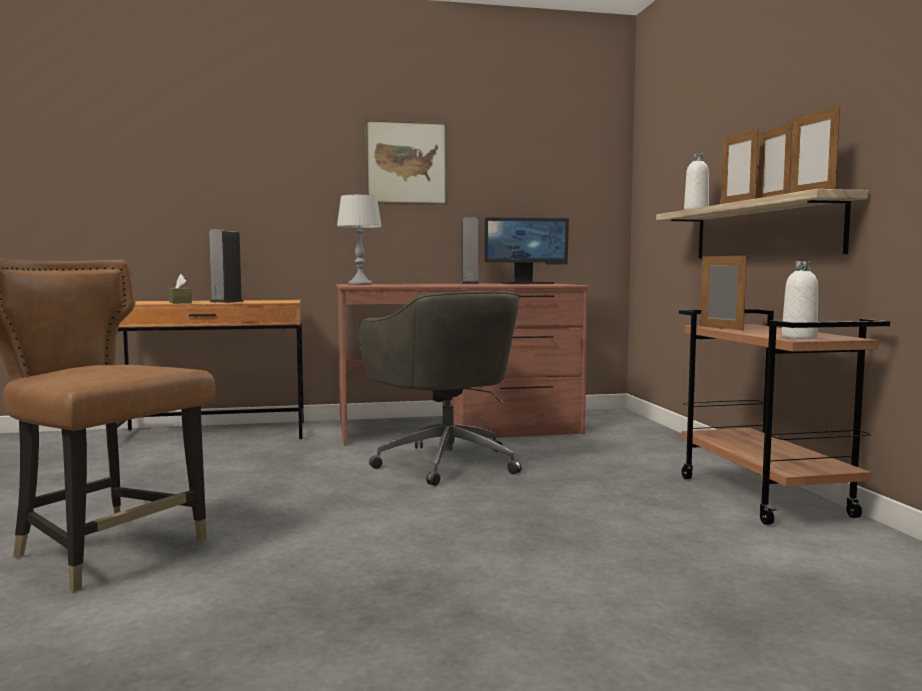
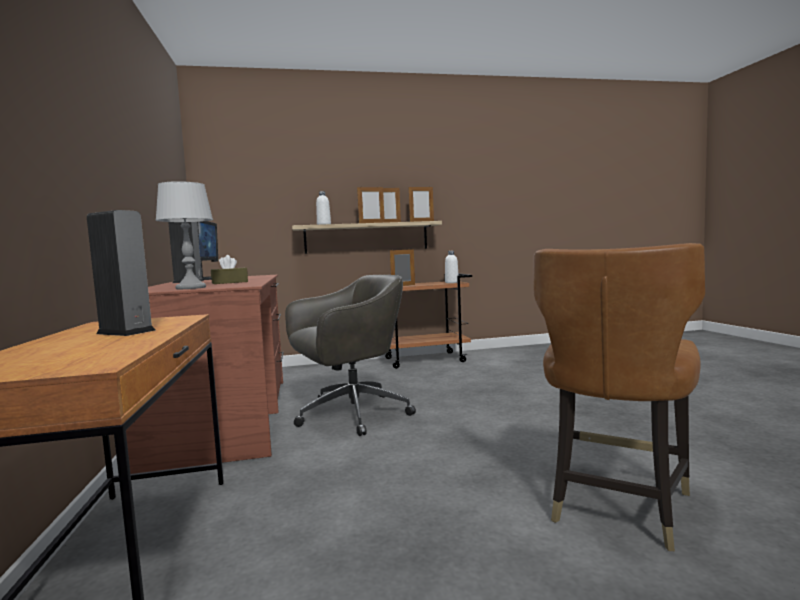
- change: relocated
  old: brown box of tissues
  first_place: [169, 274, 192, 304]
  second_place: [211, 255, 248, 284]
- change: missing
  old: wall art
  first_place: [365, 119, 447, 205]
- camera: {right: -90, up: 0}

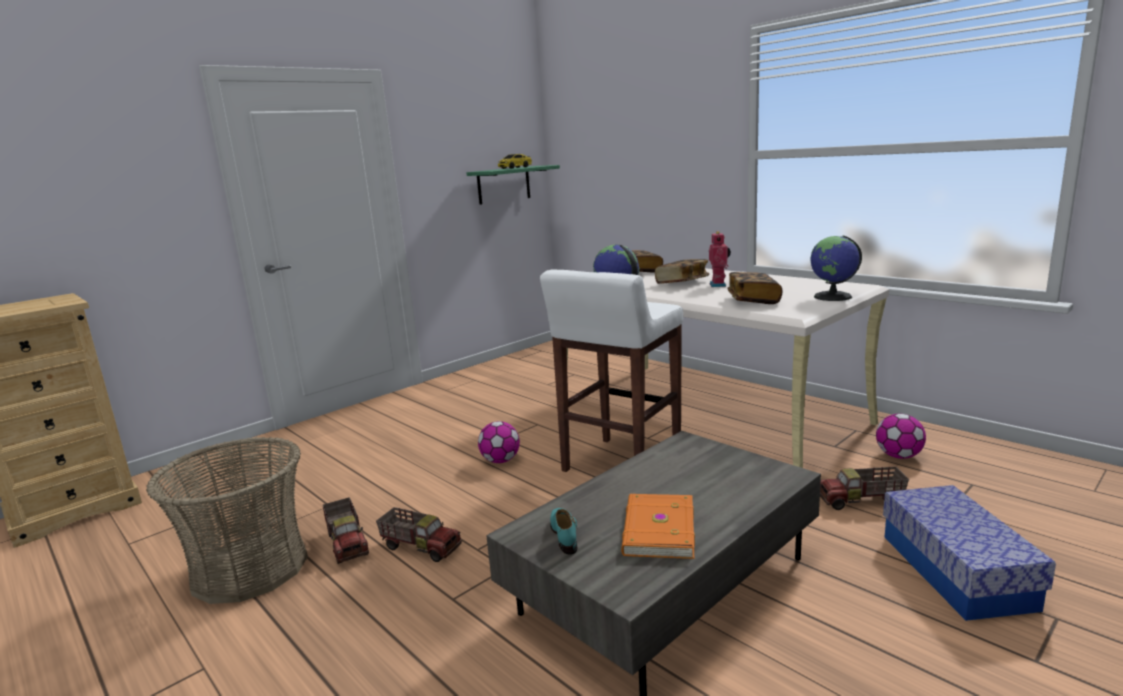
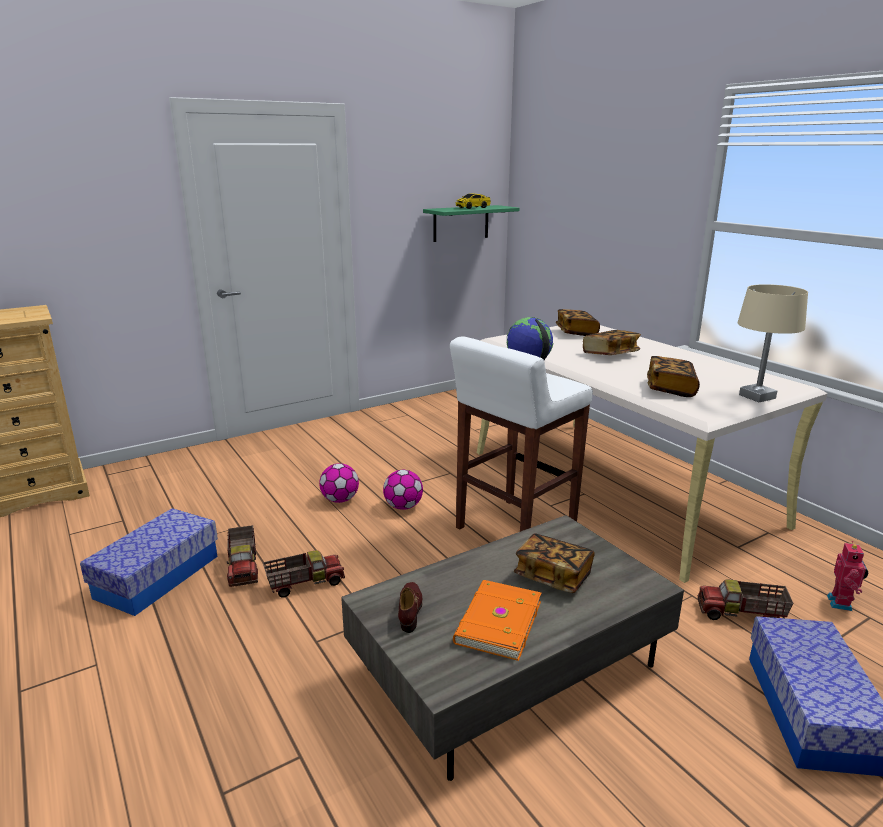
- change: exchanged
  old: storage basket
  new: storage box
  first_place: [146, 437, 308, 604]
  second_place: [80, 508, 218, 616]
- change: spun
  old: toy truck
  first_place: [376, 507, 462, 562]
  second_place: [263, 550, 345, 598]
  degrees: -60
- change: relocated
  old: ball for football
  first_place: [876, 414, 926, 459]
  second_place: [319, 463, 359, 503]
- change: colour
  old: turquoise shoe
  new: brown shoe
  first_place: [550, 508, 577, 555]
  second_place: [398, 582, 422, 633]
- change: appeared
  new: volume
  second_place: [514, 534, 595, 593]
- change: exchanged
  old: globe
  new: beige table lamp
  first_place: [811, 235, 862, 301]
  second_place: [738, 284, 808, 402]
- change: relocated
  old: model robot
  first_place: [709, 231, 731, 287]
  second_place: [827, 541, 868, 611]
- camera: {right: 10, up: 5}

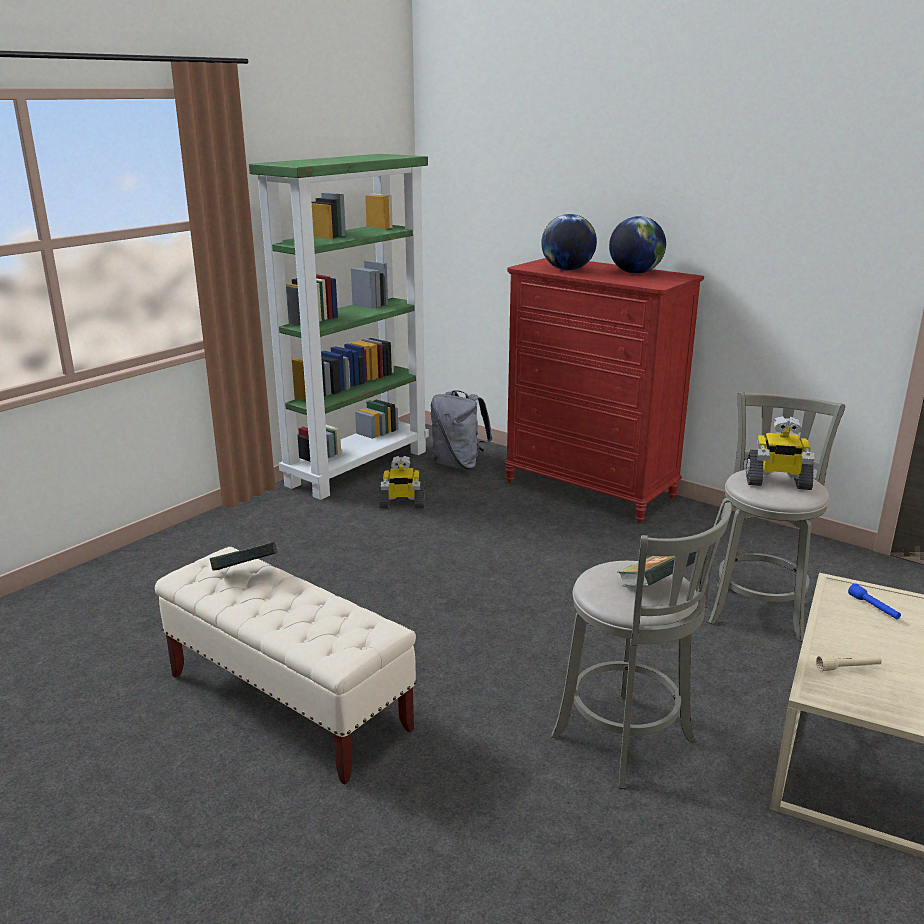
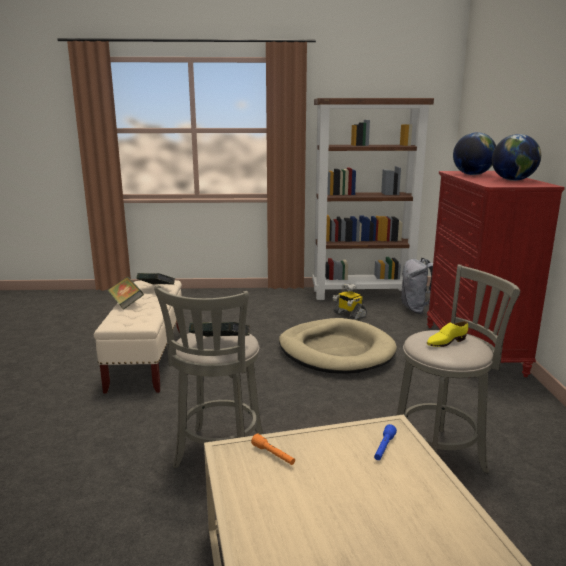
- change: appeared
  new: volume
  second_place: [108, 277, 144, 310]
- change: colour
  old: beige torch
  new: orangey torch
  first_place: [816, 656, 882, 671]
  second_place: [251, 434, 295, 465]
- change: appeared
  new: beige pet bed
  second_place: [279, 318, 397, 374]
- change: colour
  old: green shelving unit
  new: brown shelving unit
  first_place: [249, 154, 429, 500]
  second_place: [312, 98, 434, 300]
- change: exchanged
  old: model robot
  new: yellowish shoe
  first_place: [746, 416, 814, 490]
  second_place: [427, 321, 468, 347]
- camera: {right: 50, up: -5}

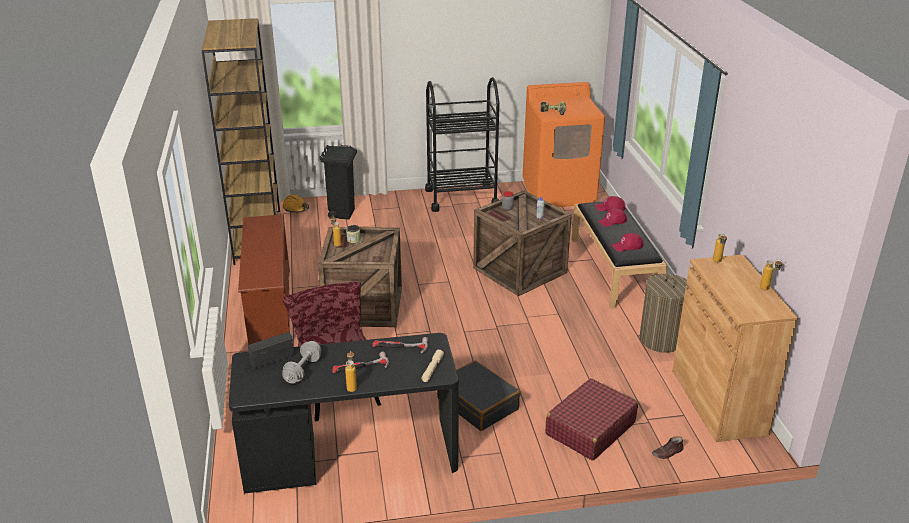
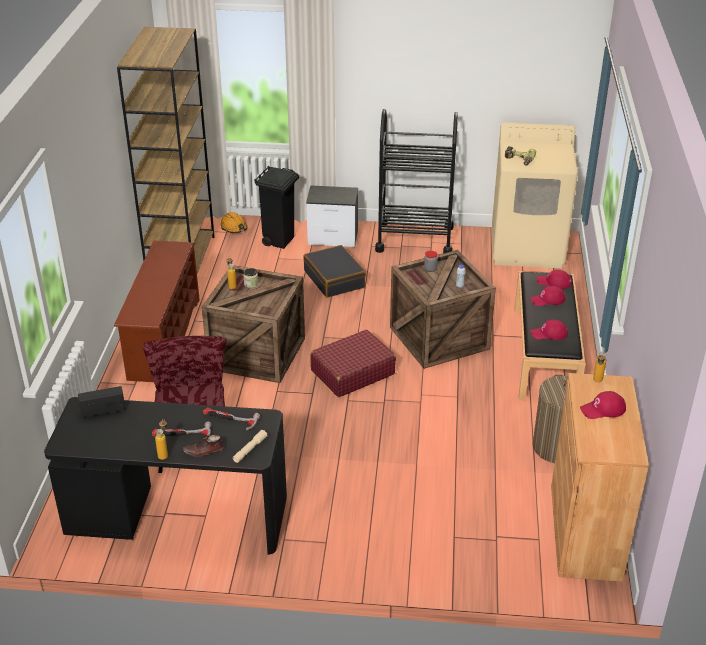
- change: relocated
  old: brown shoe
  first_place: [652, 436, 683, 459]
  second_place: [183, 435, 224, 457]
- change: relocated
  old: black-coloured suitcase
  first_place: [437, 360, 521, 431]
  second_place: [303, 245, 366, 298]
- change: appeared
  new: bedside table
  second_place: [306, 185, 358, 247]
- change: relocated
  old: red suitcase
  first_place: [545, 378, 638, 460]
  second_place: [310, 330, 396, 397]
- change: colour
  old: orangey laundry appliance
  new: beige laundry appliance
  first_place: [523, 82, 605, 207]
  second_place: [492, 123, 578, 268]
- change: appeared
  new: red baseball cap
  second_place: [580, 391, 626, 419]
- change: missing
  old: greyish free weight
  first_place: [282, 341, 321, 384]
- change: missing
  old: beverage bottle
  first_place: [760, 259, 783, 290]
- camera: {right: 15, up: 5}

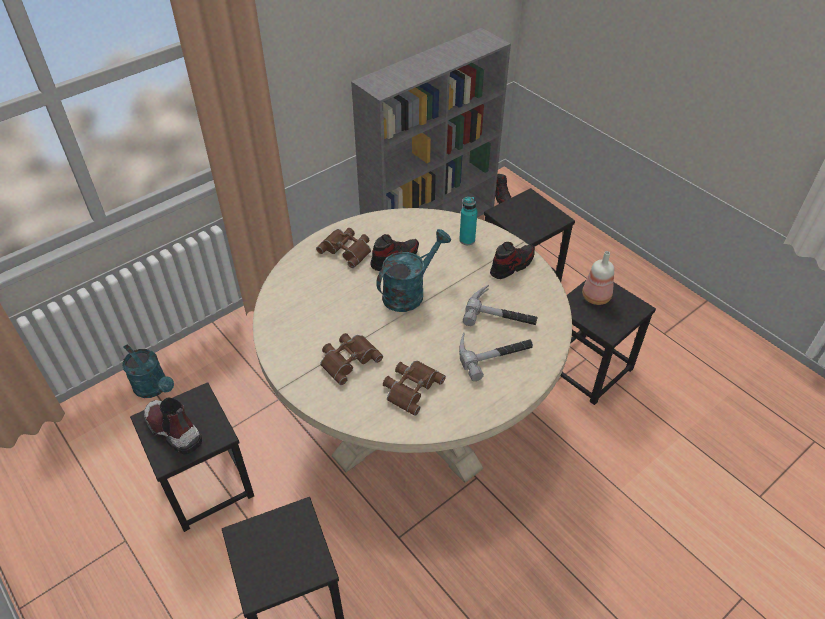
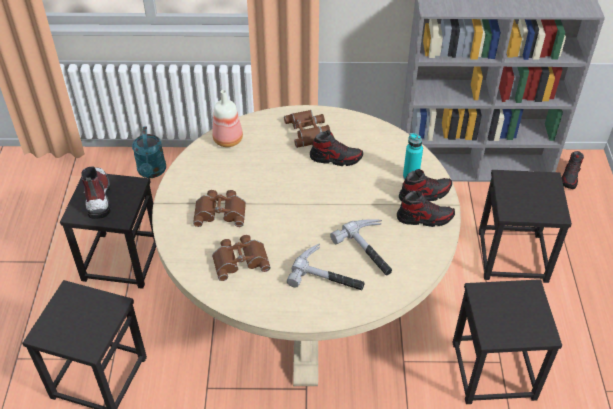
- change: relocated
  old: beverage bottle
  first_place: [582, 251, 614, 305]
  second_place: [212, 90, 243, 147]
- change: appeared
  new: shoe
  second_place: [399, 169, 452, 202]
- change: missing
  old: turquoise watering pot
  first_place: [376, 229, 451, 312]
- camera: {right: 40, up: 0}

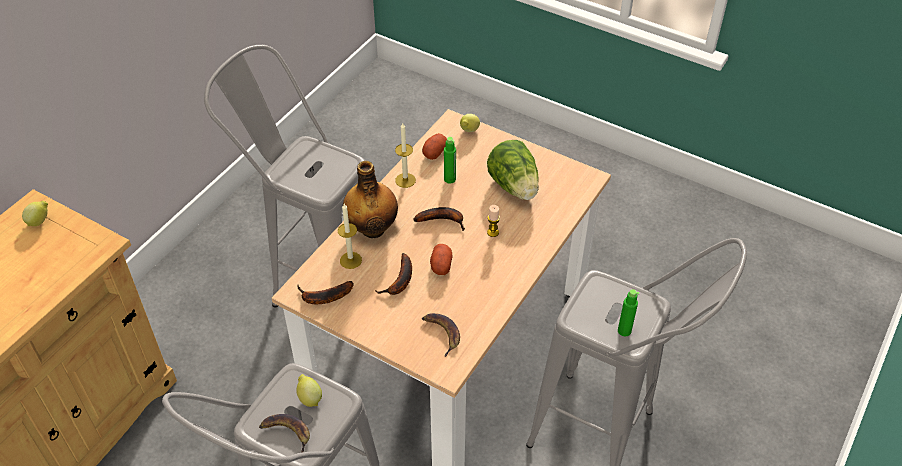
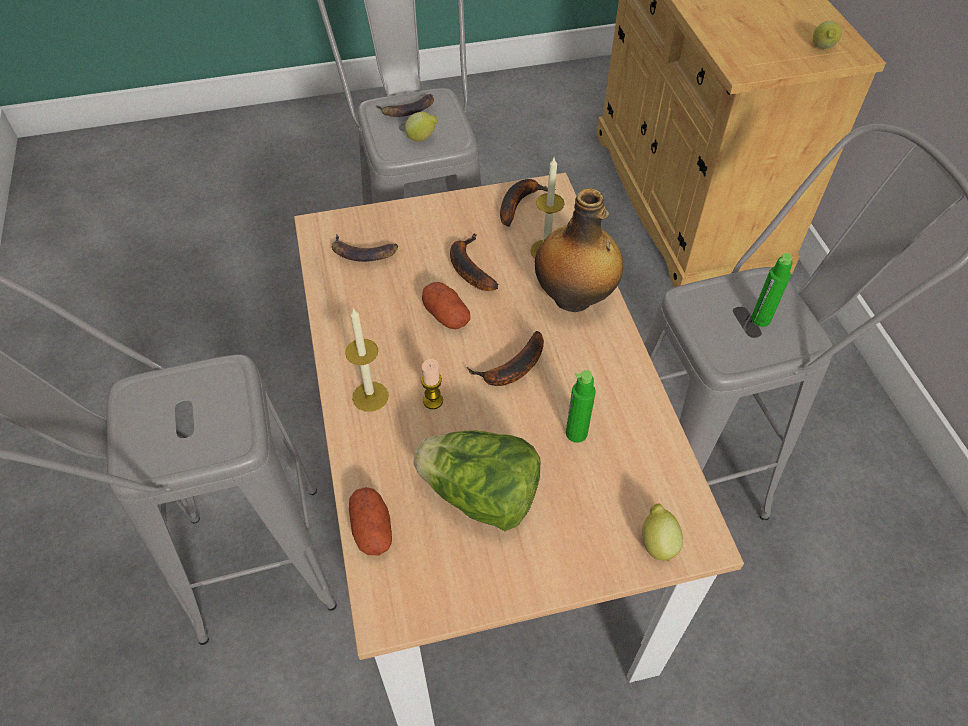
- change: relocated
  old: candle
  first_place: [395, 123, 416, 188]
  second_place: [345, 308, 389, 412]
- change: relocated
  old: potato
  first_place: [422, 133, 447, 160]
  second_place: [349, 487, 392, 555]
- change: relocated
  old: green beverage bottle
  first_place: [618, 289, 640, 336]
  second_place: [751, 253, 792, 327]
- camera: {right: 135, up: 5}

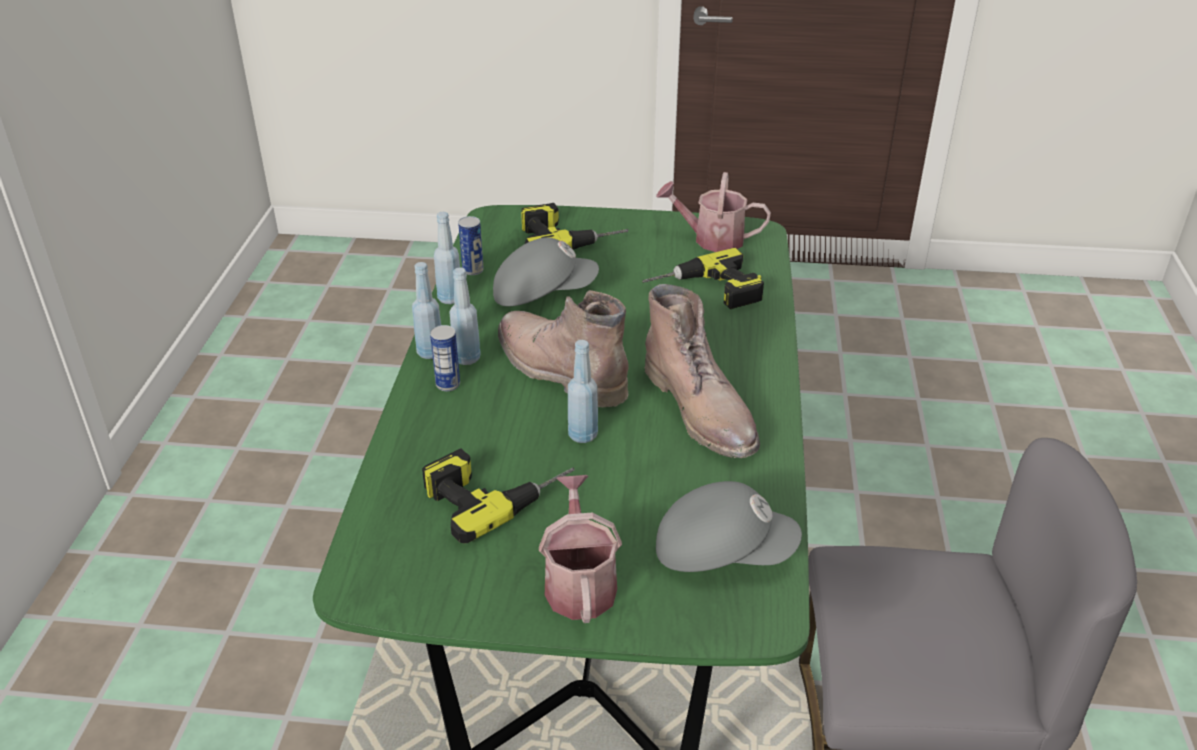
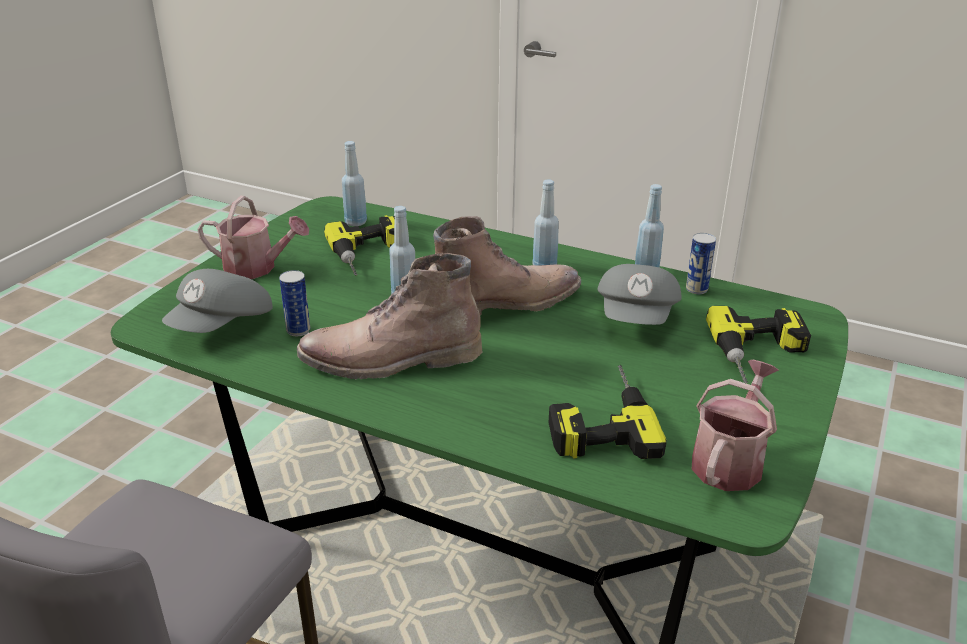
- change: relocated
  old: can
  first_place: [430, 325, 460, 391]
  second_place: [279, 270, 310, 336]
- change: relocated
  old: blue beverage bottle
  first_place: [412, 262, 441, 359]
  second_place: [342, 141, 367, 226]
- camera: {right: 110, up: -5}

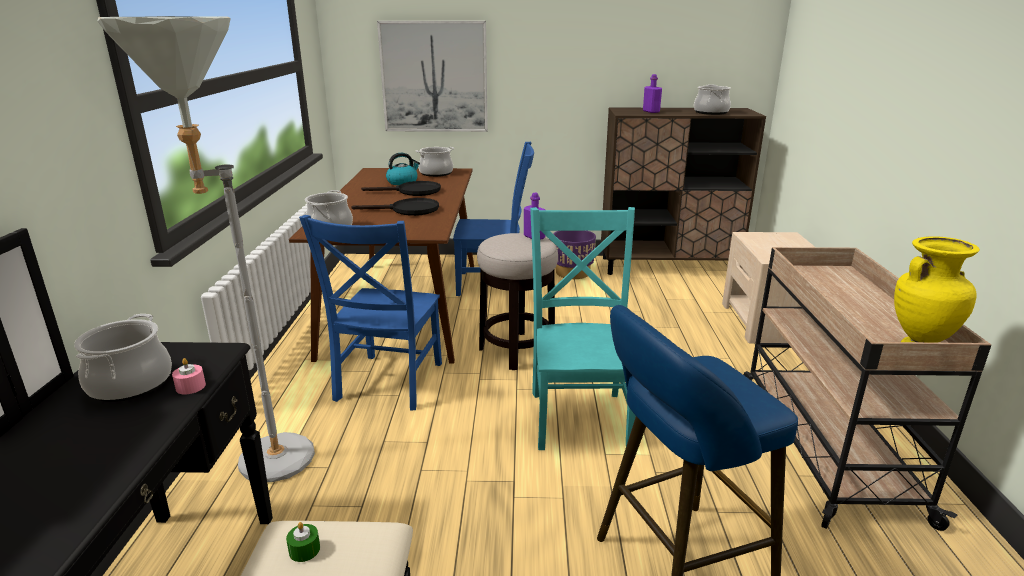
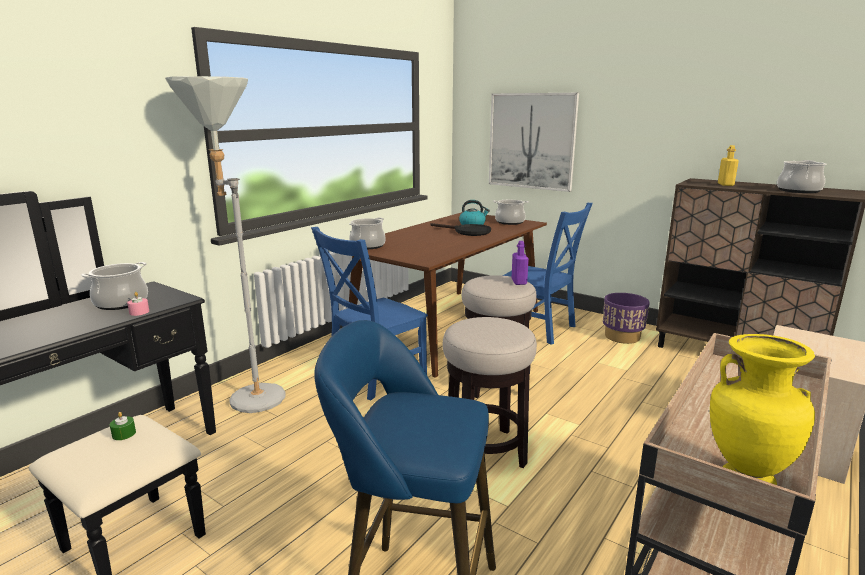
- change: exchanged
  old: turquoise plain chair
  new: stool seat
  first_place: [530, 207, 636, 450]
  second_place: [443, 317, 537, 468]
- change: colour
  old: purple-coloured beverage bottle
  new: yellowish beverage bottle
  first_place: [643, 74, 662, 113]
  second_place: [718, 145, 739, 186]
- change: missing
  old: black-coloured frying pan
  first_place: [351, 198, 439, 216]
- camera: {right: 35, up: -5}

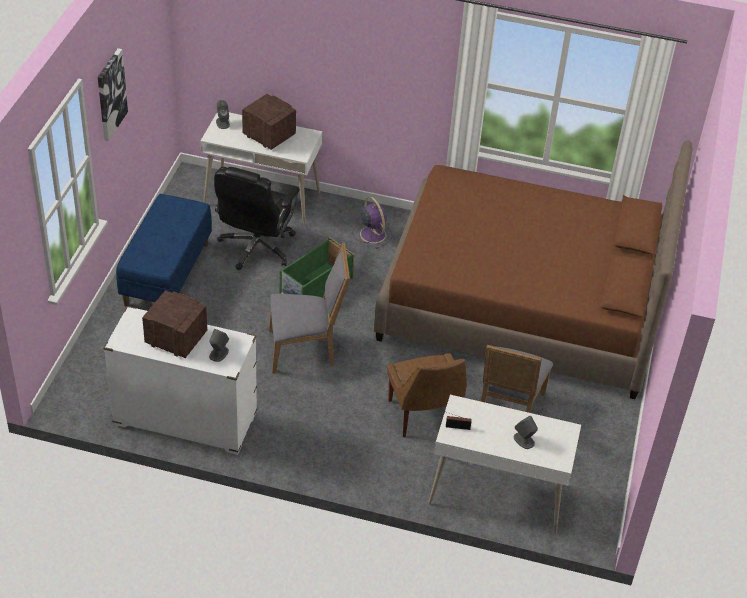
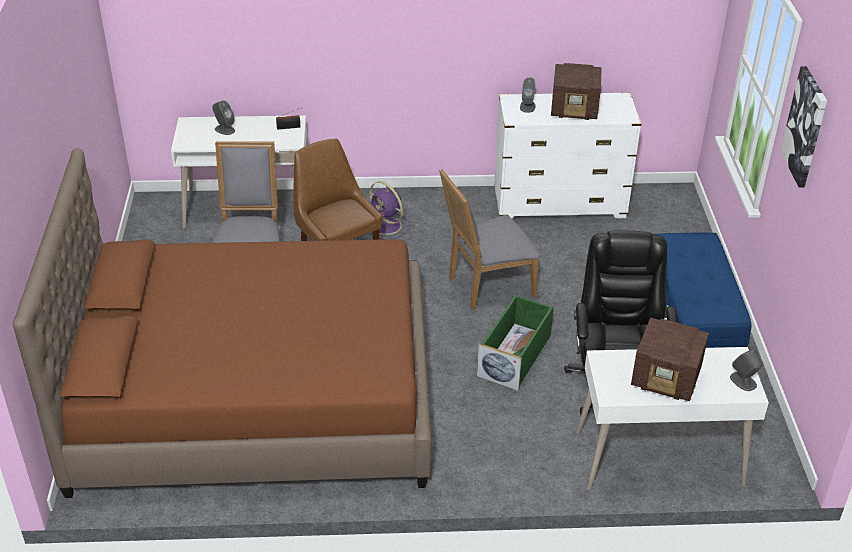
- change: relocated
  old: purple-coloured electric fan
  first_place: [352, 197, 392, 249]
  second_place: [369, 181, 411, 240]
- camera: {right: 165, up: -5}

